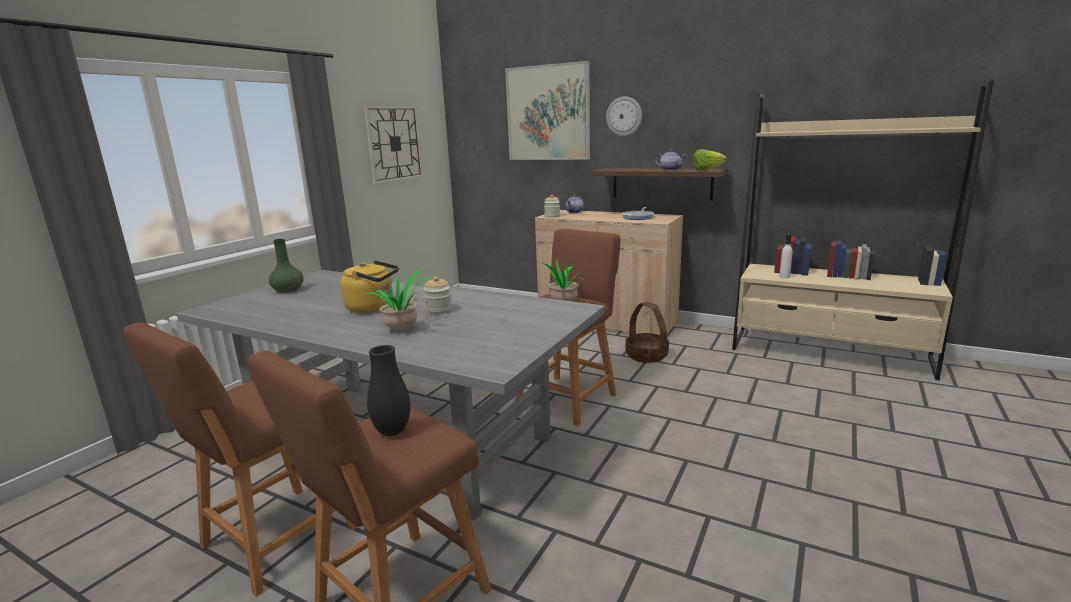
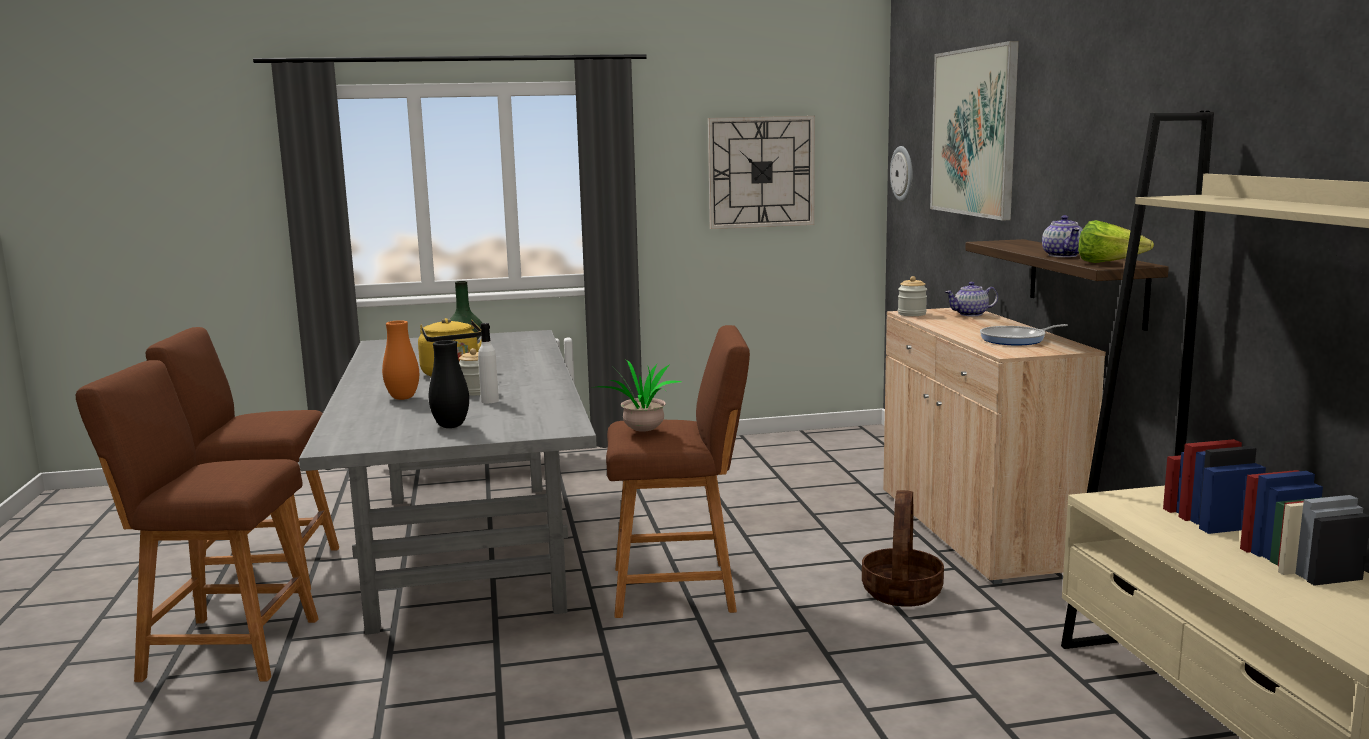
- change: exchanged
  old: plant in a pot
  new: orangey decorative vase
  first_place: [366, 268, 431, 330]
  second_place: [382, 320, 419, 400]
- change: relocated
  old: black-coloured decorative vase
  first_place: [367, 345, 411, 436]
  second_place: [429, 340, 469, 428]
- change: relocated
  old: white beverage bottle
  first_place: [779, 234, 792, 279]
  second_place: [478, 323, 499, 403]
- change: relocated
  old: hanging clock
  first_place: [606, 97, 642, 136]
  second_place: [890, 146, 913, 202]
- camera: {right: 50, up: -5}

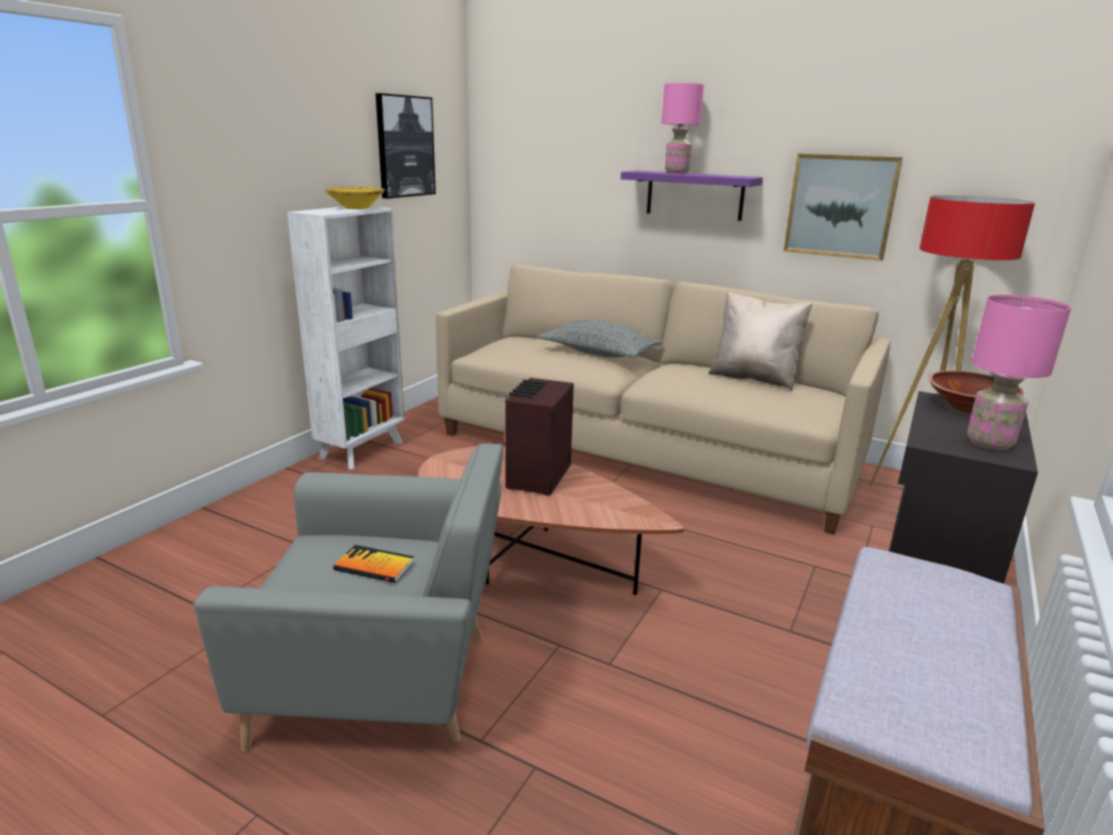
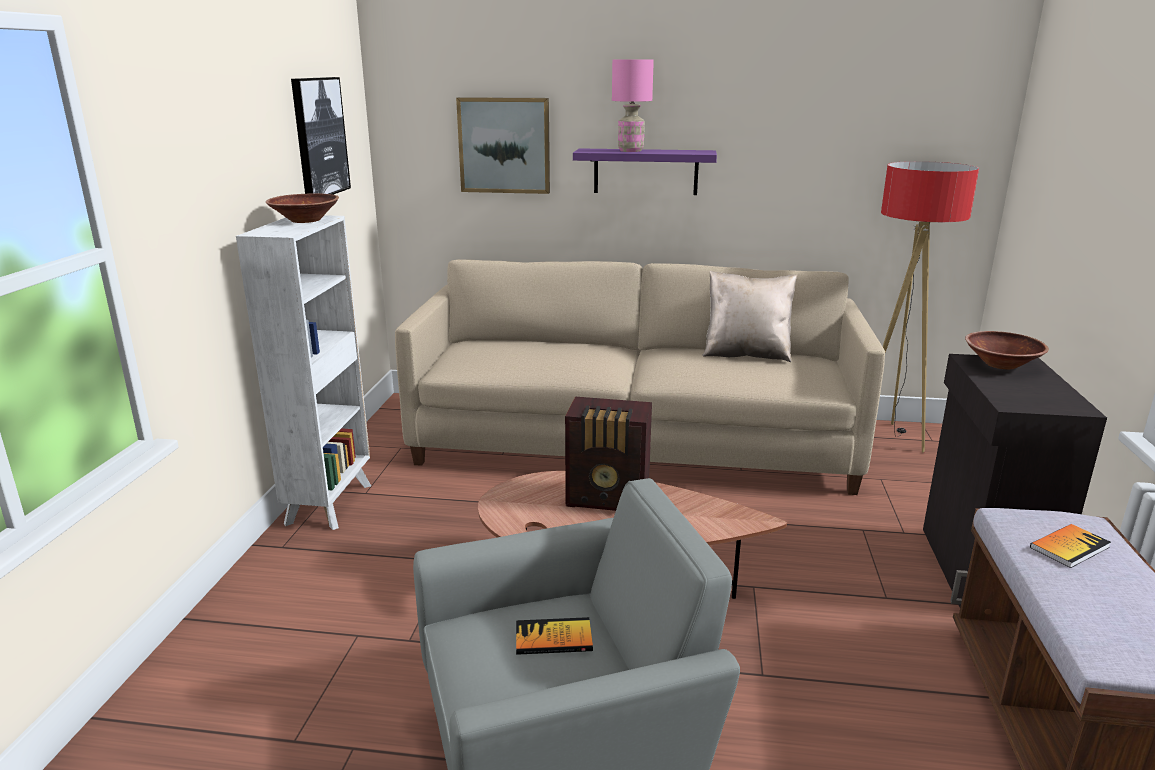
- change: colour
  old: yellowish serving bowl
  new: brown serving bowl
  first_place: [325, 187, 385, 209]
  second_place: [266, 193, 339, 223]
- change: relocated
  old: wall art
  first_place: [784, 154, 903, 261]
  second_place: [456, 97, 550, 194]
- change: spun
  old: radio receiver
  first_place: [505, 378, 574, 496]
  second_place: [565, 397, 652, 511]
  degrees: -75
- change: appeared
  new: volume
  second_place: [1030, 524, 1111, 568]
- change: missing
  old: greyish throw pillow
  first_place: [537, 320, 663, 358]
- change: missing
  old: pink table lamp
  first_place: [967, 295, 1071, 450]
- camera: {right: -20, up: 0}

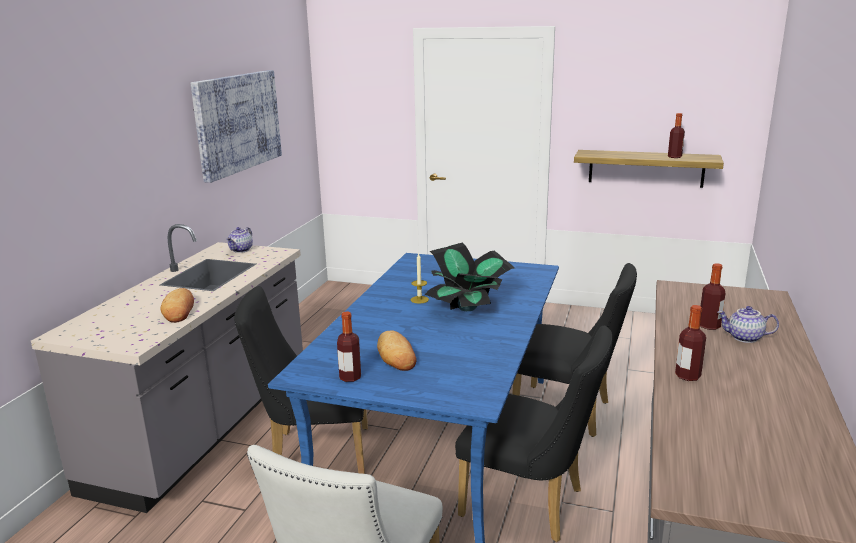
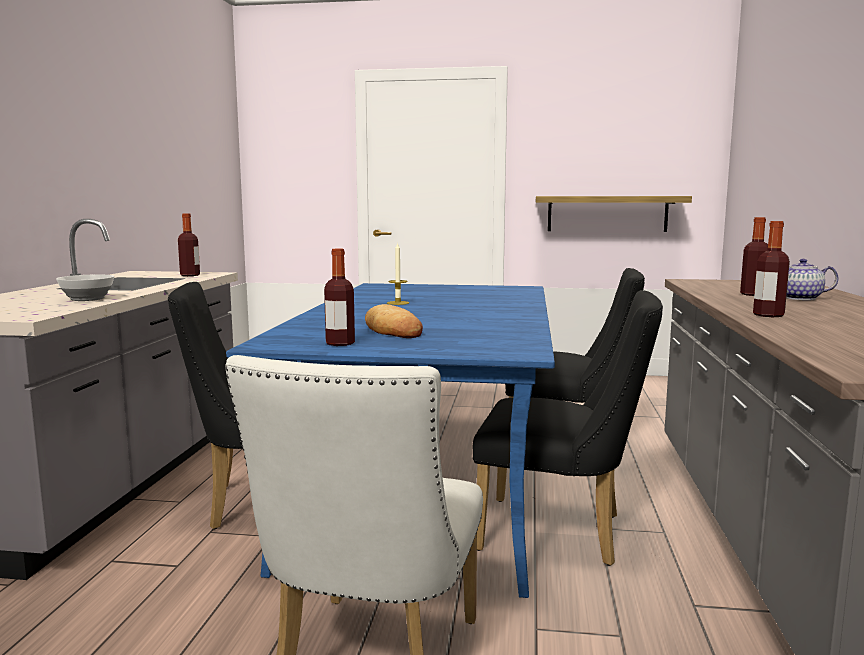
- change: exchanged
  old: baked bread
  new: serving bowl
  first_place: [161, 288, 194, 323]
  second_place: [56, 275, 114, 301]
- change: relocated
  old: beverage bottle
  first_place: [668, 113, 685, 158]
  second_place: [178, 213, 200, 276]
- change: missing
  old: wall art
  first_place: [190, 70, 282, 183]
- change: missing
  old: pot for tea
  first_place: [226, 227, 253, 253]
- change: missing
  old: plant in a pot
  first_place: [425, 243, 515, 311]
- camera: {right: -10, up: -10}

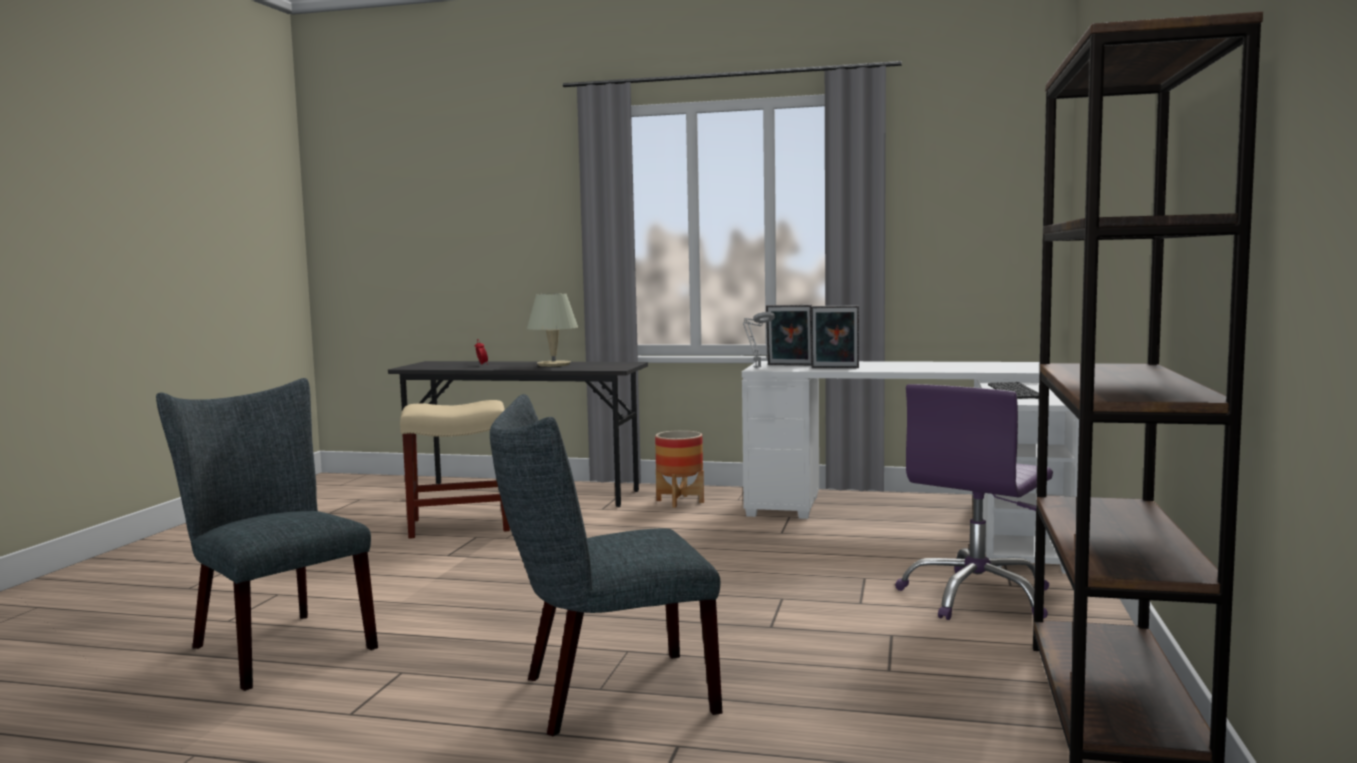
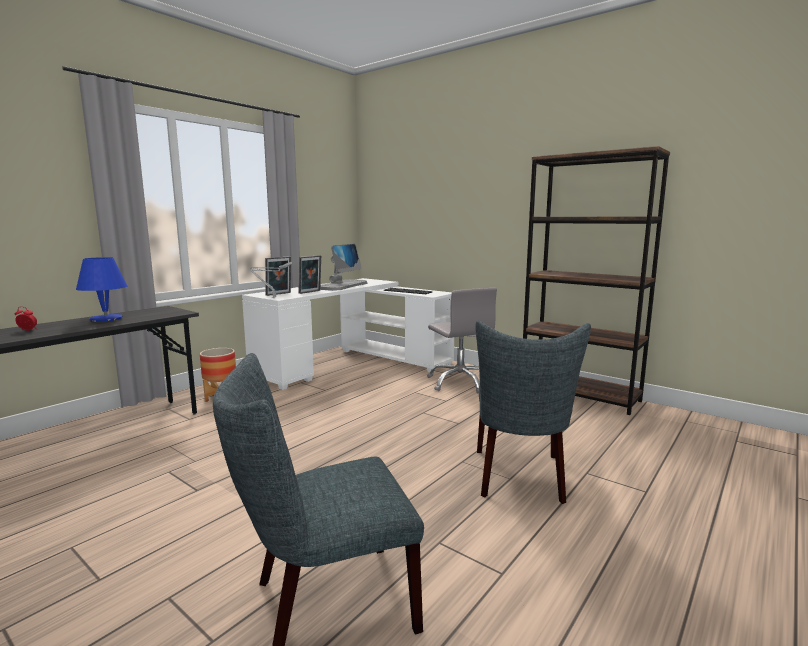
- change: colour
  old: beige table lamp
  new: blue table lamp
  first_place: [527, 293, 578, 367]
  second_place: [76, 257, 127, 322]
- change: appeared
  new: computer display
  second_place: [320, 244, 367, 291]
- change: colour
  old: purple-coloured office chair
  new: greyish office chair
  first_place: [895, 384, 1053, 620]
  second_place: [427, 288, 497, 394]
- change: missing
  old: beige stool seat
  first_place: [400, 400, 510, 539]
- camera: {right: -65, up: 5}

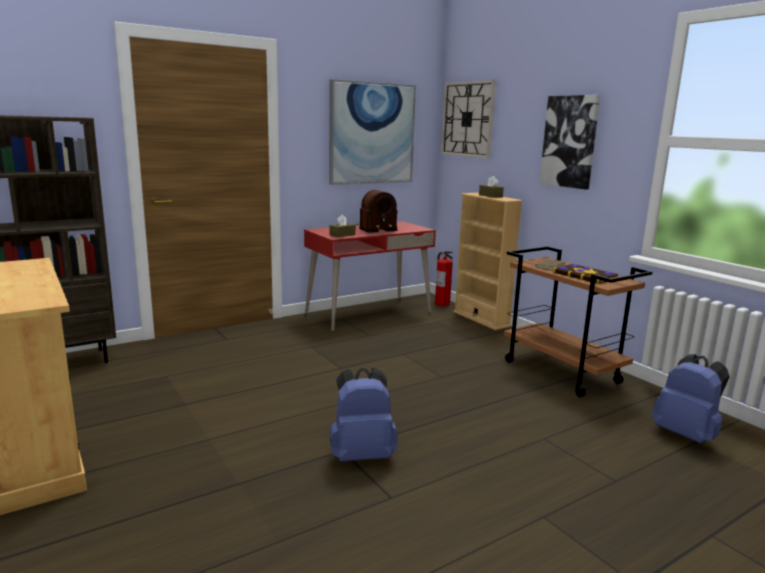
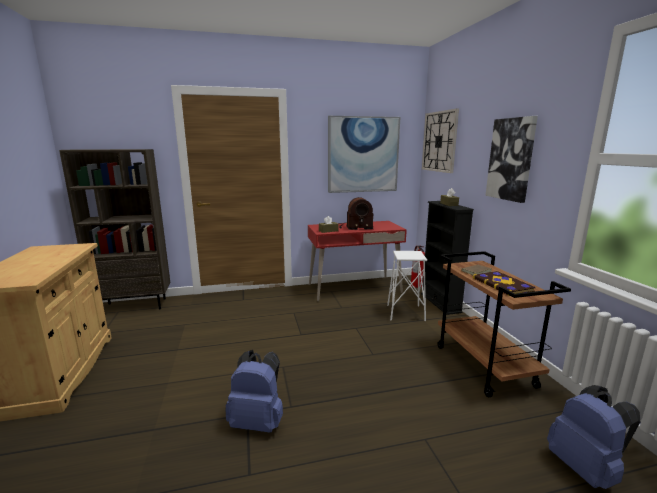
- change: appeared
  new: white stool seat
  second_place: [387, 251, 427, 321]
- change: colour
  old: beige shelving unit
  new: black-coloured shelving unit
  first_place: [453, 193, 523, 330]
  second_place: [421, 201, 474, 315]
- camera: {right: 20, up: 0}

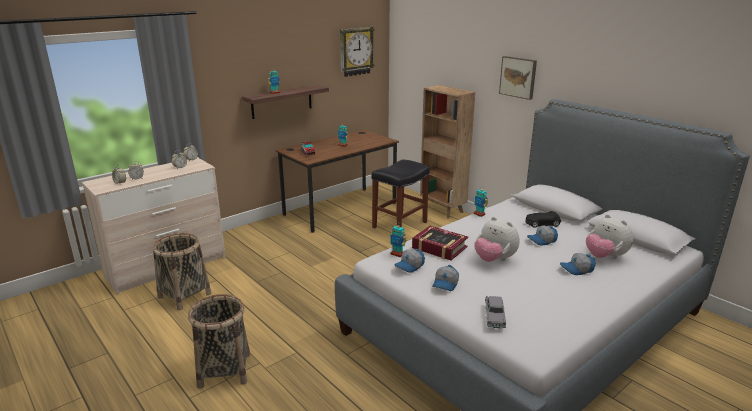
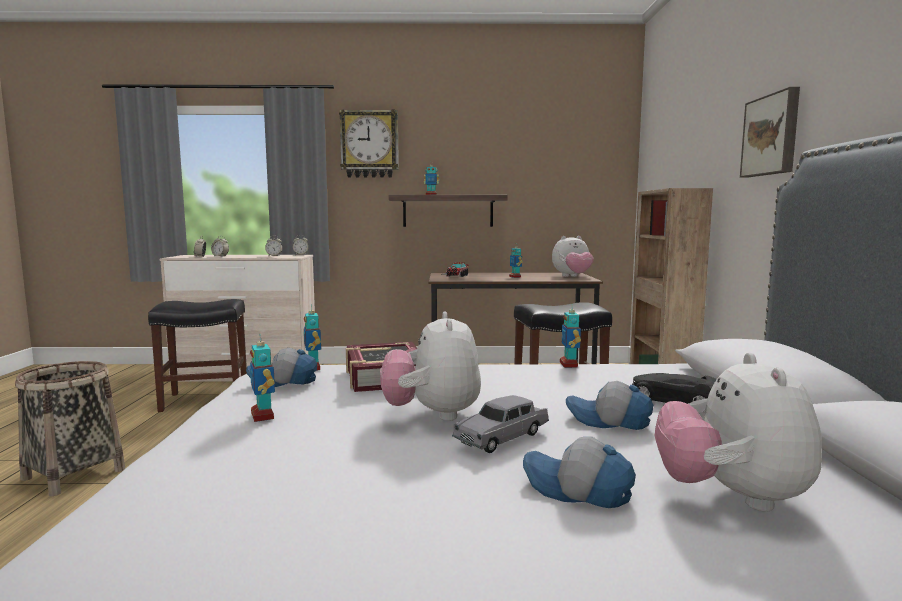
- change: exchanged
  old: storage basket
  new: black-coloured stool seat
  first_place: [153, 233, 212, 310]
  second_place: [148, 299, 247, 412]
- change: exchanged
  old: baseball cap
  new: model robot
  first_place: [432, 265, 459, 291]
  second_place: [250, 333, 275, 422]
- change: relocated
  old: hanging clock
  first_place: [340, 27, 375, 77]
  second_place: [339, 109, 399, 178]
- change: relocated
  old: greyish toy car
  first_place: [485, 296, 506, 328]
  second_place: [452, 395, 549, 453]
- change: appeared
  new: plush toy
  second_place: [552, 236, 594, 277]
- camera: {right: 40, up: -15}

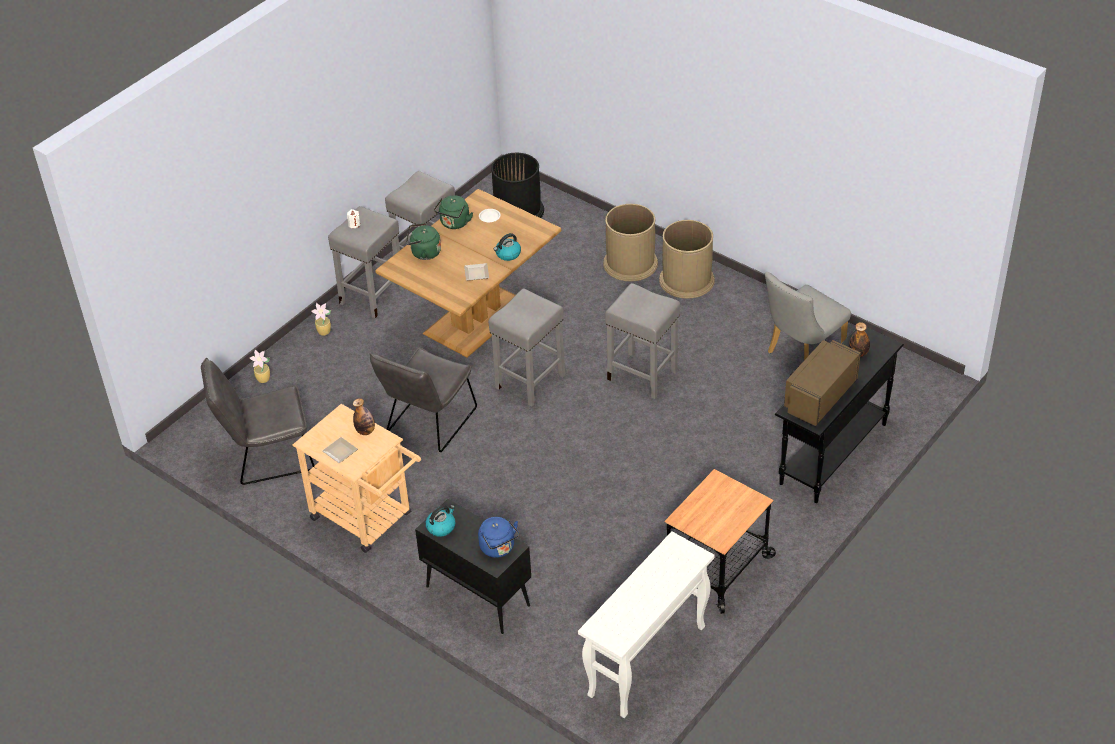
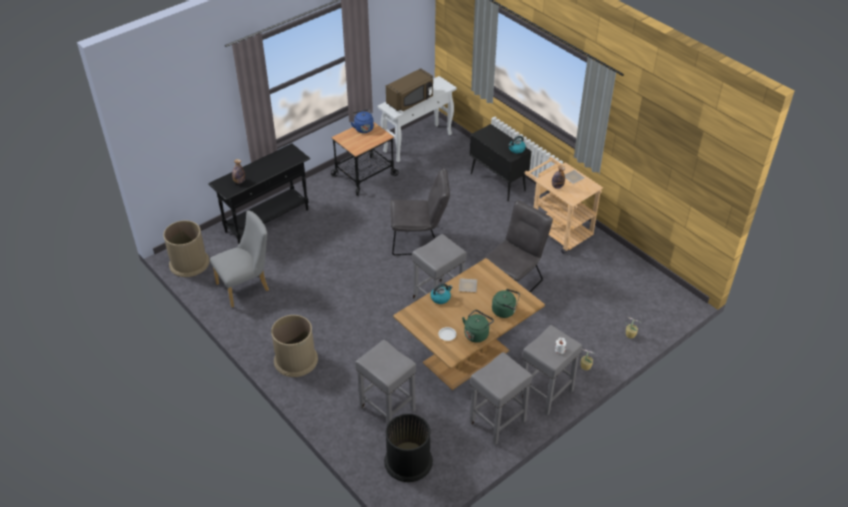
- change: relocated
  old: brown rubbish bin
  first_place: [603, 204, 658, 281]
  second_place: [163, 220, 210, 277]
- change: relocated
  old: blue water kettle
  first_place: [478, 517, 519, 558]
  second_place: [351, 109, 374, 133]
- change: relocated
  old: greyish stool seat
  first_place: [605, 283, 680, 399]
  second_place: [355, 340, 416, 425]
- change: relocated
  old: brown kitchen microwave
  first_place: [784, 340, 861, 427]
  second_place: [386, 68, 433, 111]
- change: relocated
  old: greyish plain chair
  first_place: [201, 358, 315, 485]
  second_place: [390, 168, 450, 255]
- camera: {right: -170, up: 0}

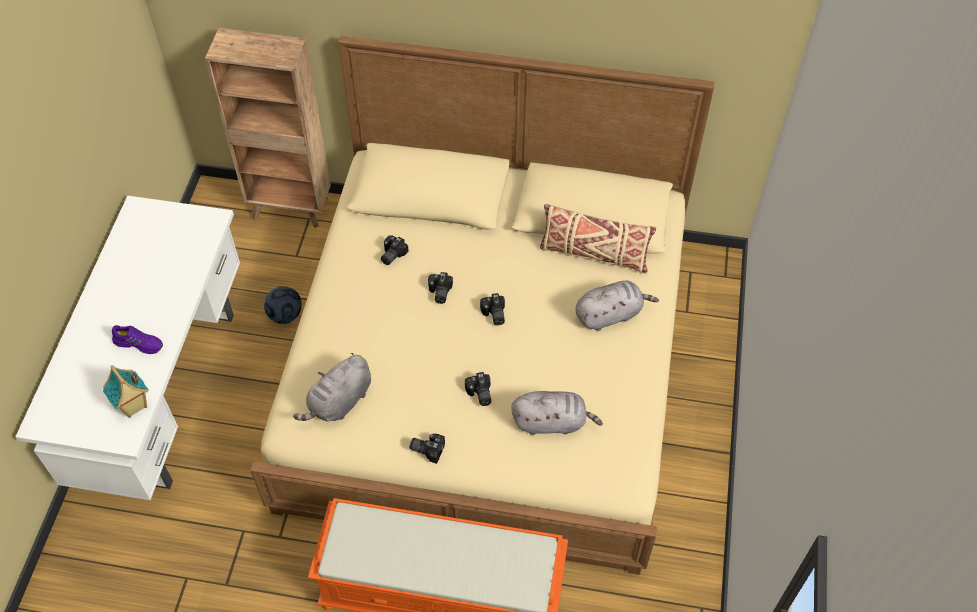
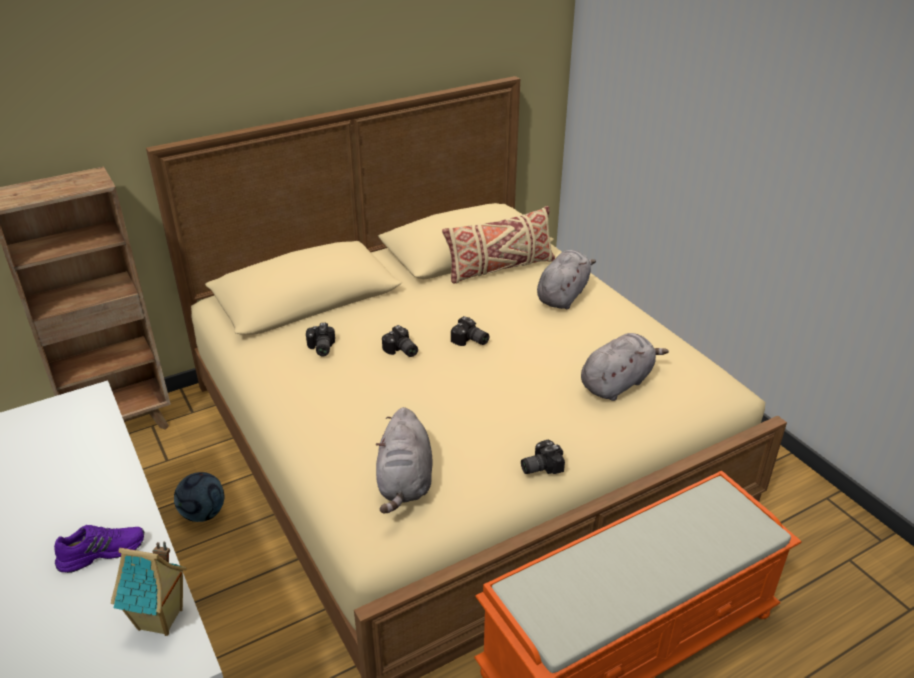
- change: missing
  old: photo camera
  first_place: [465, 372, 491, 406]
- camera: {right: -40, up: -20}

